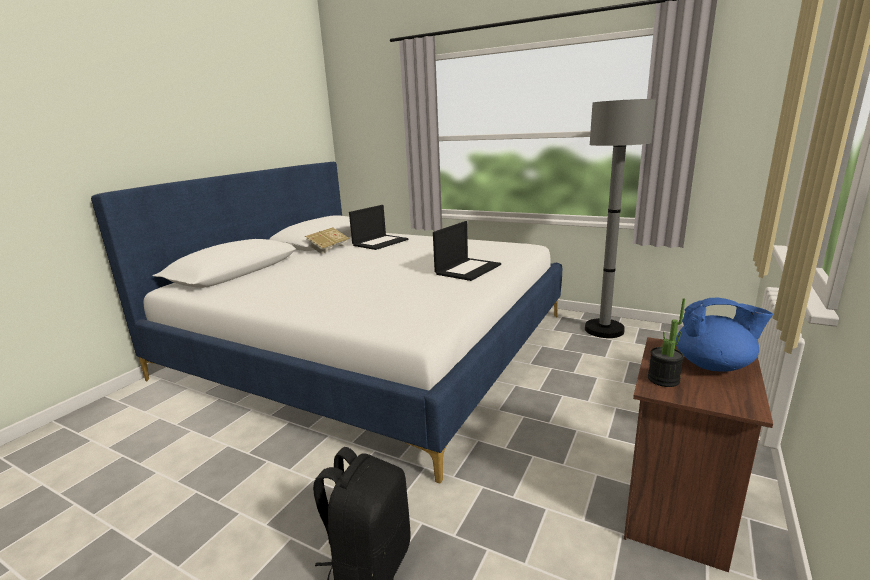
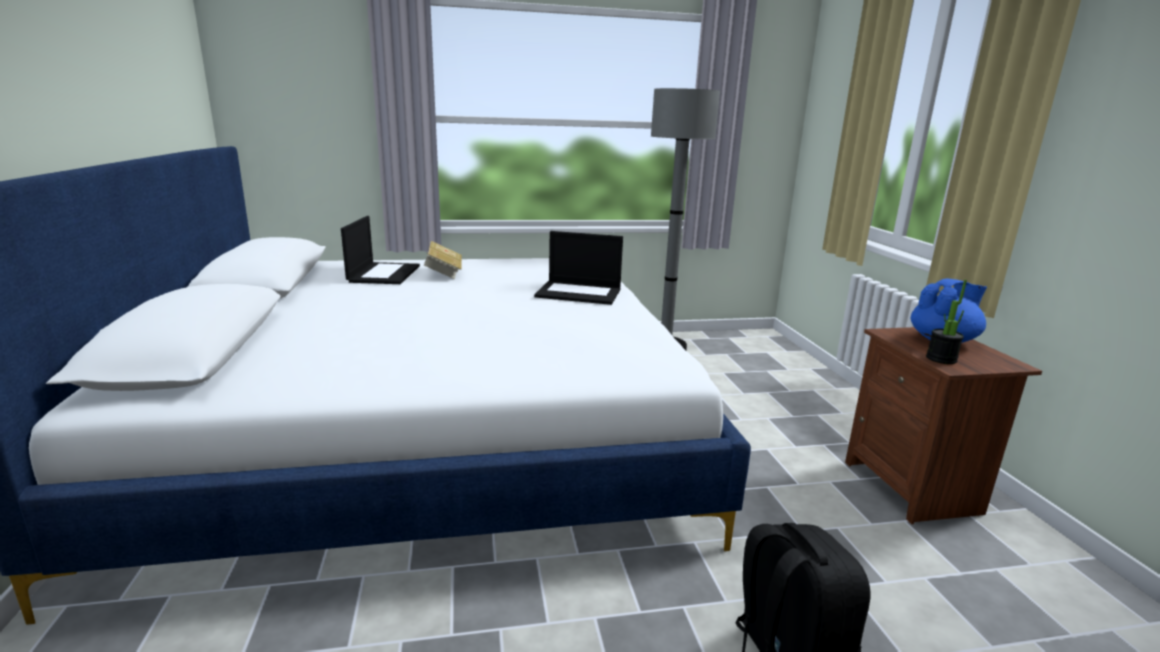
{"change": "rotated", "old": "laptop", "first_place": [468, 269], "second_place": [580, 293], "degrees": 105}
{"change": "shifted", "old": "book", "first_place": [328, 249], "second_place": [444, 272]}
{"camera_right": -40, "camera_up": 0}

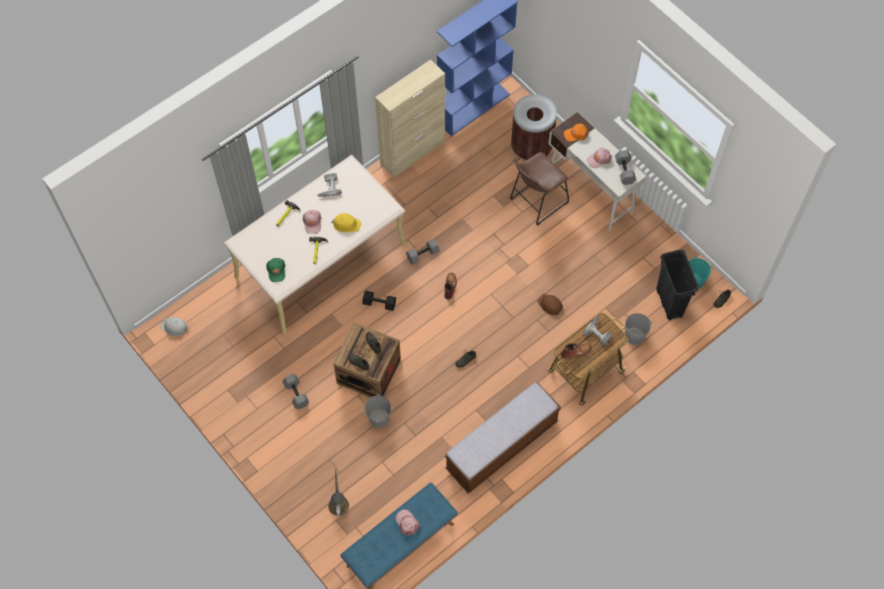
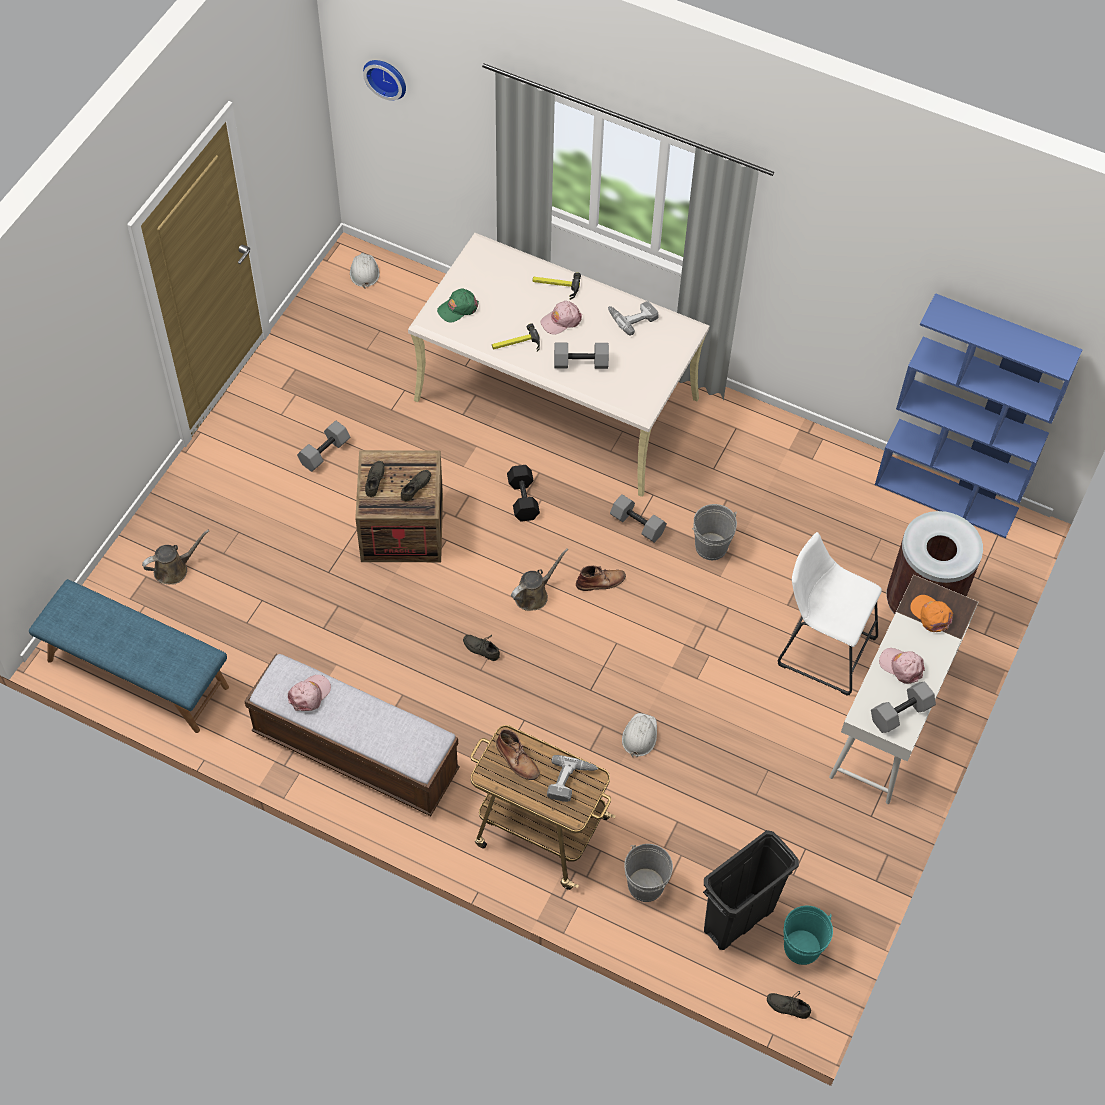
{"change": "gone", "old": "beige cabinet", "first_place": [413, 152]}
{"change": "repainted", "old": "brown stool", "new": "white stool", "first_place": [536, 202], "second_place": [821, 648]}
{"change": "swapped", "old": "yellow hard hat", "new": "grey dumbbell", "first_place": [346, 224], "second_place": [581, 362]}
{"change": "repainted", "old": "brown hard hat", "new": "white hard hat", "first_place": [550, 305], "second_place": [639, 736]}
{"change": "shifted", "old": "grey bucket", "first_place": [379, 418], "second_place": [711, 546]}
{"change": "shifted", "old": "pink cap", "first_place": [407, 523], "second_place": [309, 694]}
{"change": "new", "new": "wall clock", "second_place": [386, 77]}
{"change": "new", "new": "brown watering can", "second_place": [534, 594]}
{"camera_right": 65, "camera_up": -5}

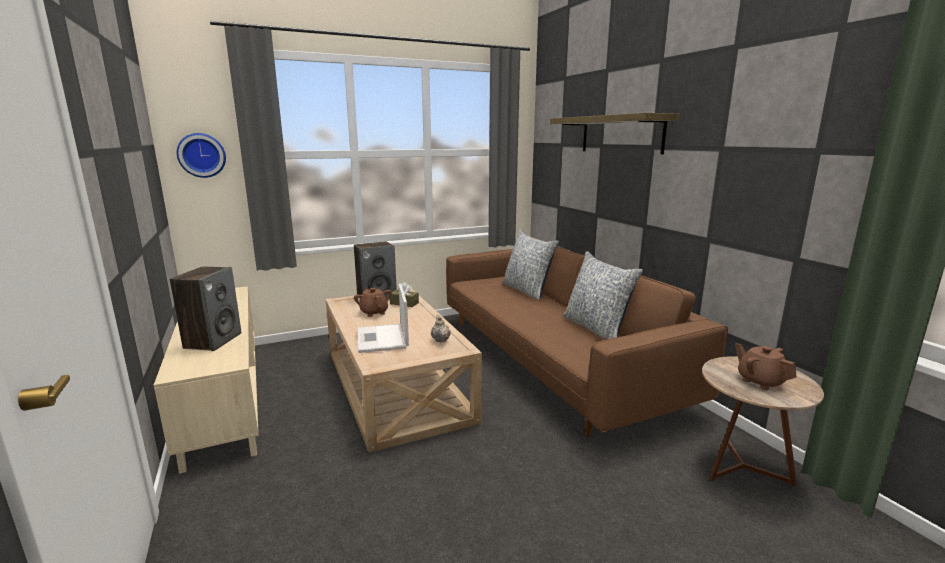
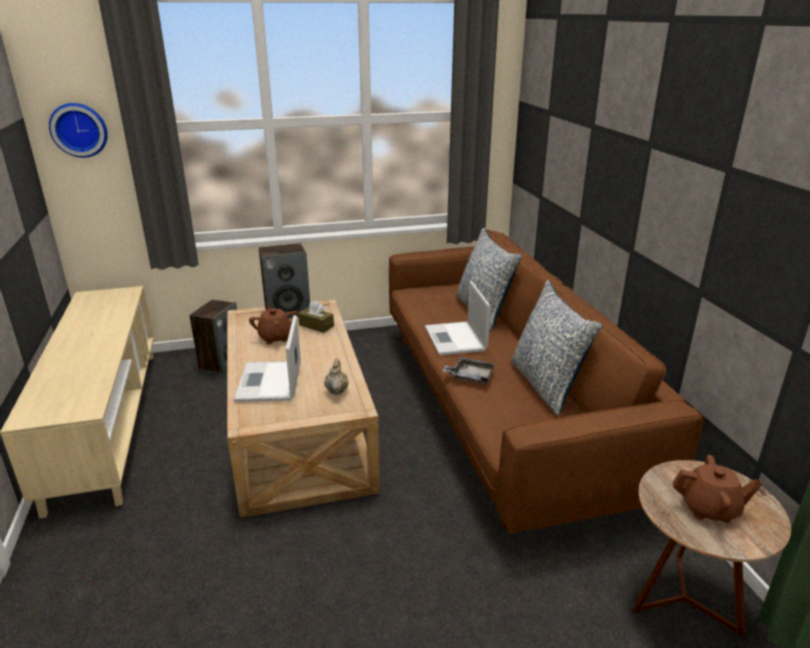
{"change": "gone", "old": "shelf", "first_place": [621, 134]}
{"change": "shifted", "old": "speaker", "first_place": [213, 341], "second_place": [221, 362]}
{"change": "rotated", "old": "brown teapot", "first_place": [760, 381], "second_place": [709, 509], "degrees": 120}
{"change": "new", "new": "laptop", "second_place": [456, 339]}
{"change": "new", "new": "grey tray", "second_place": [470, 376]}
{"camera_right": 10, "camera_up": 10}

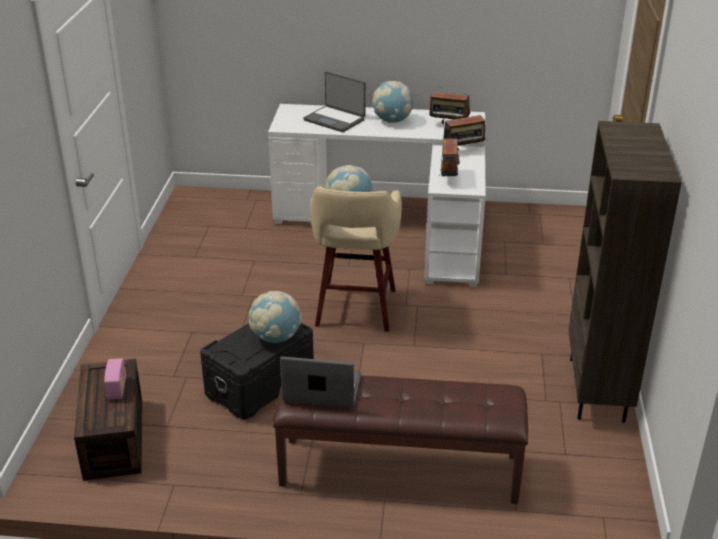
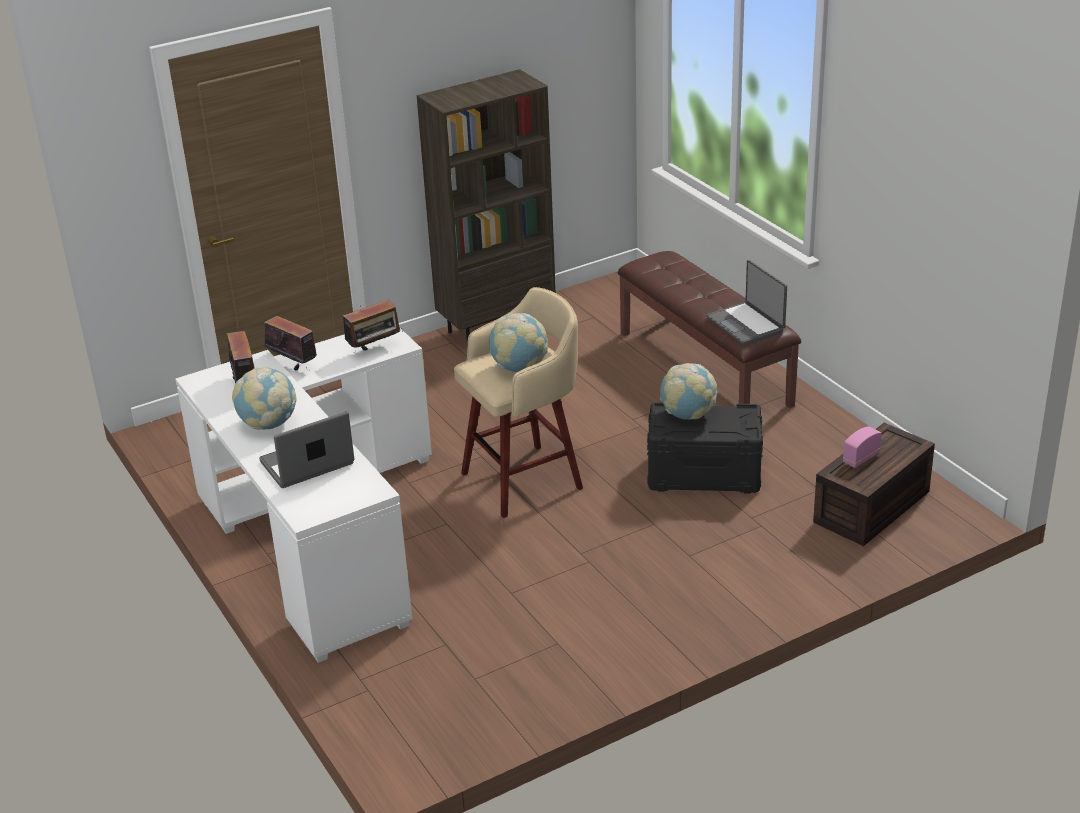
{"change": "rotated", "old": "laptop", "first_place": [335, 119], "second_place": [307, 464], "degrees": -120}
{"camera_right": -125, "camera_up": 0}

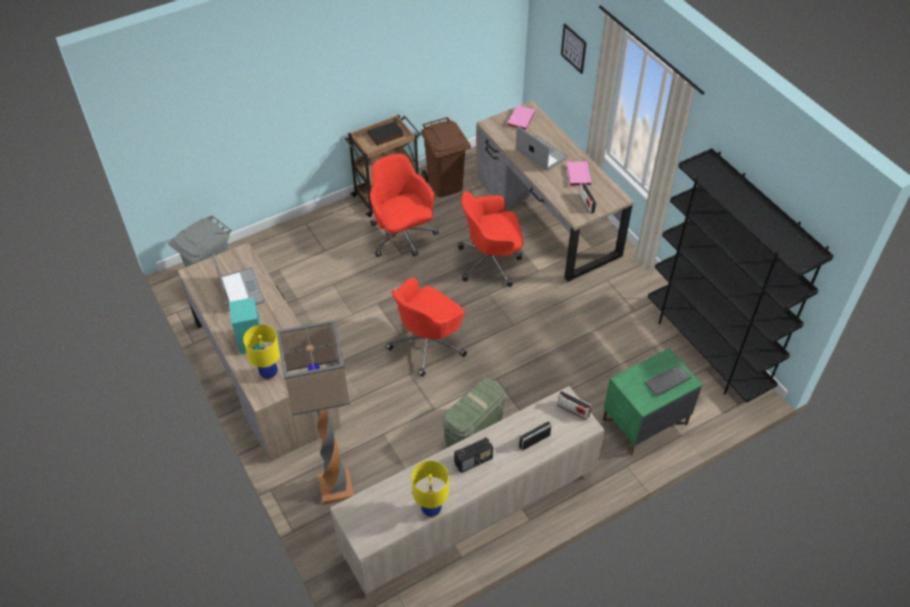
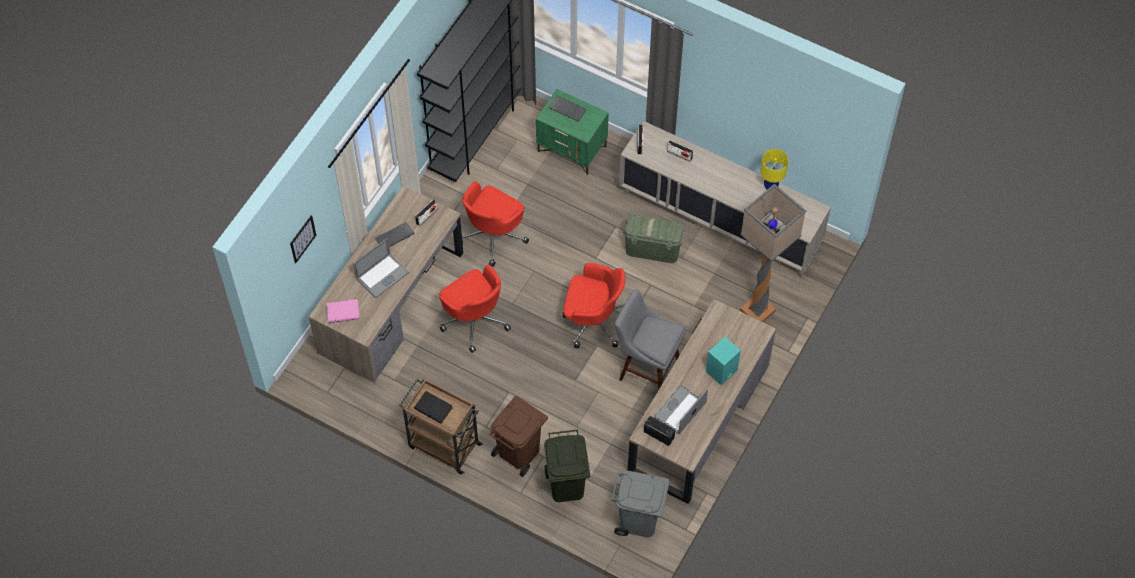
{"change": "shifted", "old": "brown trash can", "first_place": [444, 185], "second_place": [519, 453]}
{"change": "rotated", "old": "laptop", "first_place": [541, 154], "second_place": [382, 275], "degrees": -150}
{"change": "shifted", "old": "red office chair", "first_place": [402, 237], "second_place": [493, 235]}
{"change": "swapped", "old": "pink book", "new": "keyboard", "first_place": [577, 175], "second_place": [394, 237]}
{"change": "gone", "old": "yellow table lamp", "first_place": [269, 374]}
{"change": "shifted", "old": "radio", "first_place": [473, 461], "second_place": [658, 434]}
{"change": "new", "new": "grey stool", "second_place": [647, 369]}
{"change": "new", "new": "green trash can", "second_place": [565, 485]}
{"camera_right": -120, "camera_up": 10}

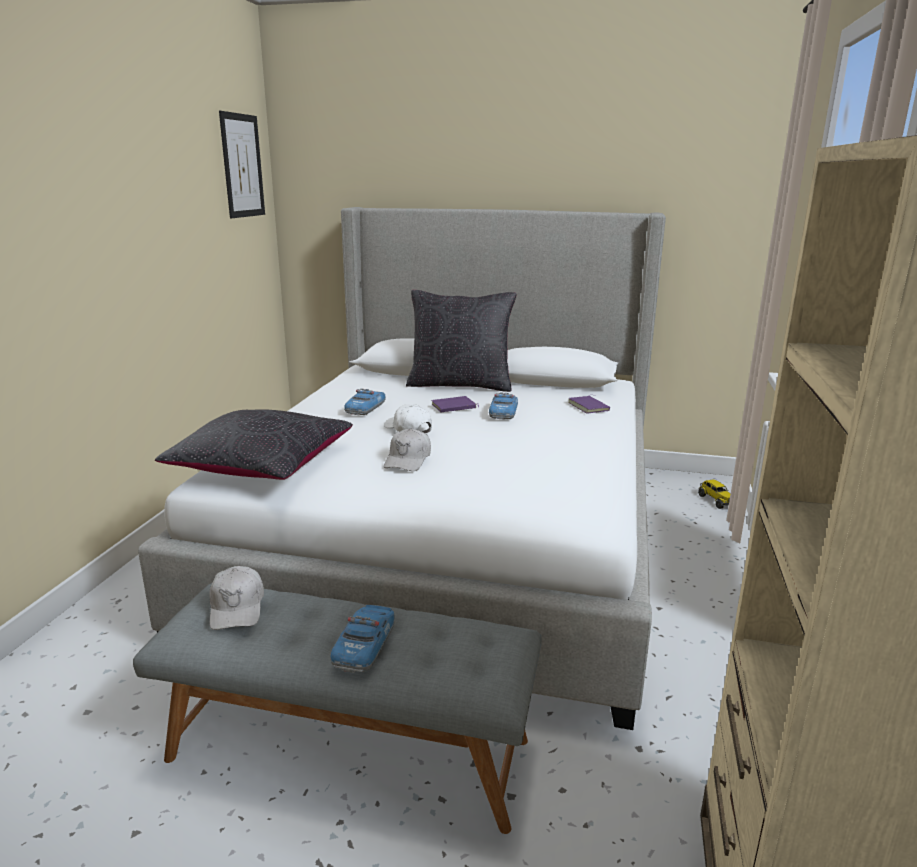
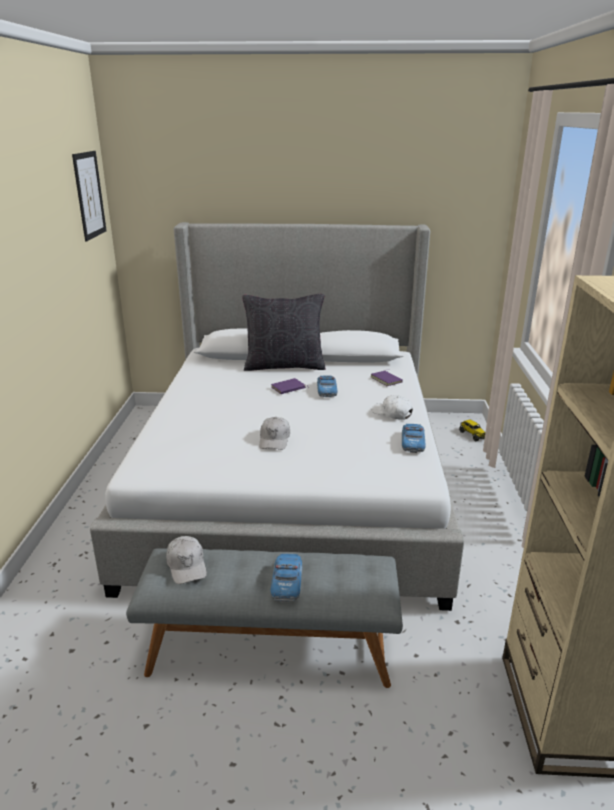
{"change": "shifted", "old": "toy car", "first_place": [366, 408], "second_place": [412, 442]}
{"change": "shifted", "old": "white cap", "first_place": [408, 429], "second_place": [392, 413]}
{"change": "gone", "old": "black pillow", "first_place": [263, 465]}
{"camera_right": -10, "camera_up": 5}

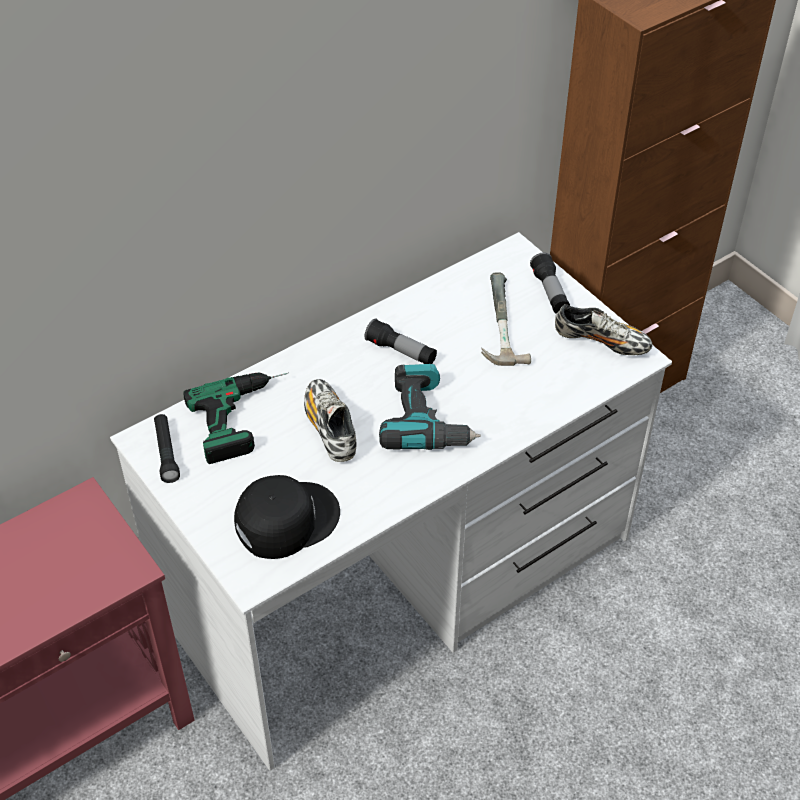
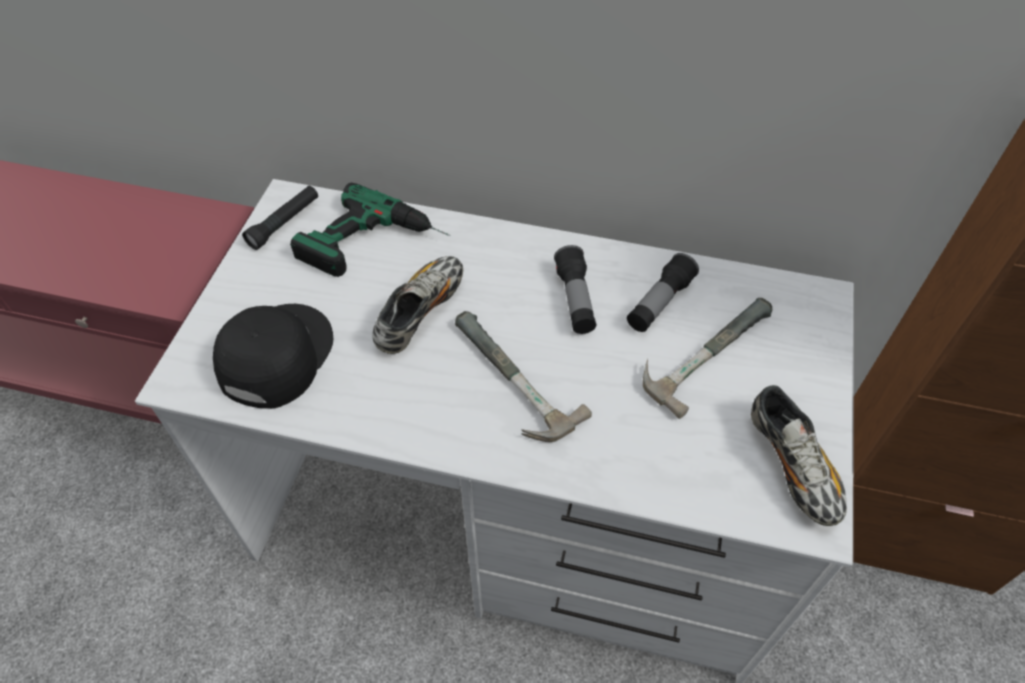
{"change": "shifted", "old": "flashlight", "first_place": [550, 292], "second_place": [659, 303]}
{"change": "swapped", "old": "power drill", "new": "hammer", "first_place": [426, 420], "second_place": [505, 381]}
{"change": "rotated", "old": "black cap", "first_place": [285, 519], "second_place": [274, 356], "degrees": -90}
{"camera_right": 50, "camera_up": 5}

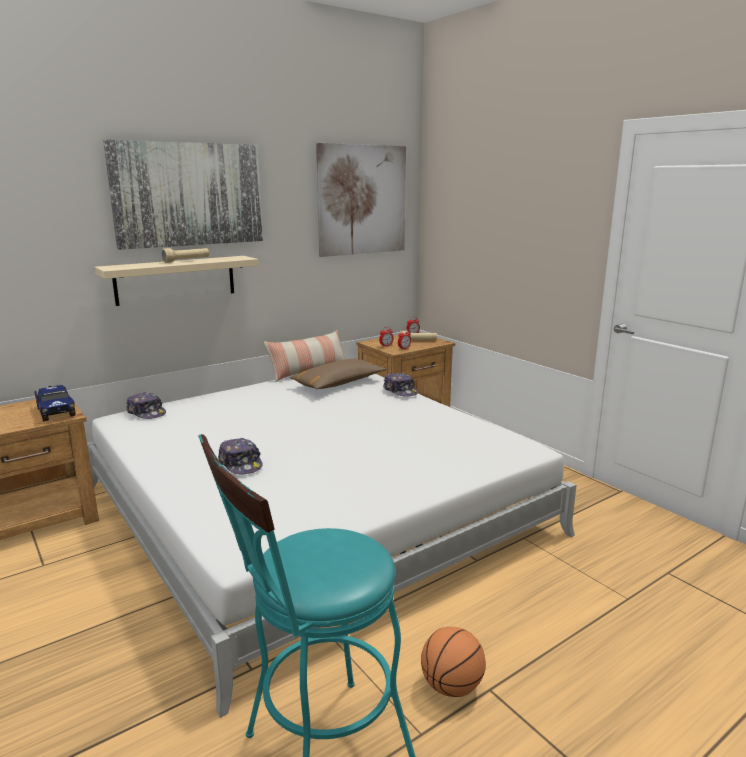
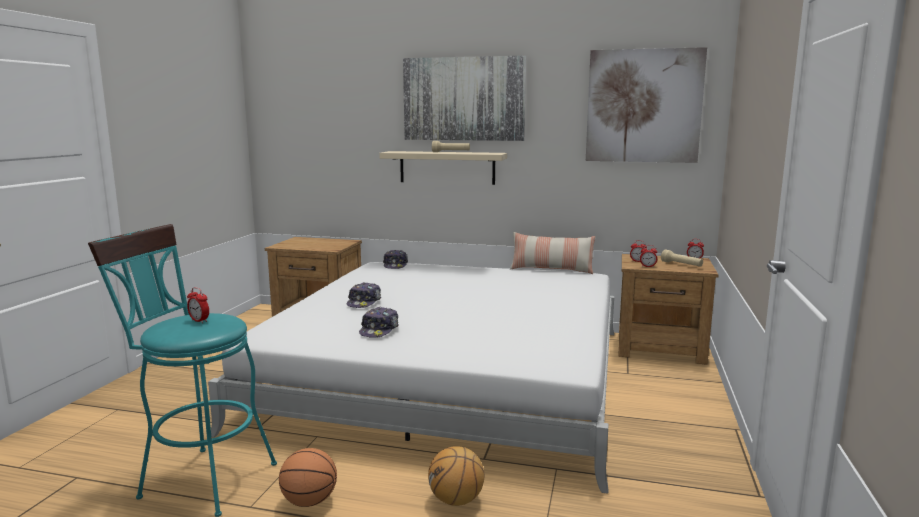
{"change": "gone", "old": "brown pillow", "first_place": [338, 383]}
{"change": "shifted", "old": "cap", "first_place": [400, 391], "second_place": [379, 330]}
{"change": "gone", "old": "toy truck", "first_place": [56, 411]}
{"change": "new", "new": "alarm clock", "second_place": [199, 321]}
{"change": "new", "new": "basketball", "second_place": [456, 500]}
{"camera_right": 50, "camera_up": -5}

